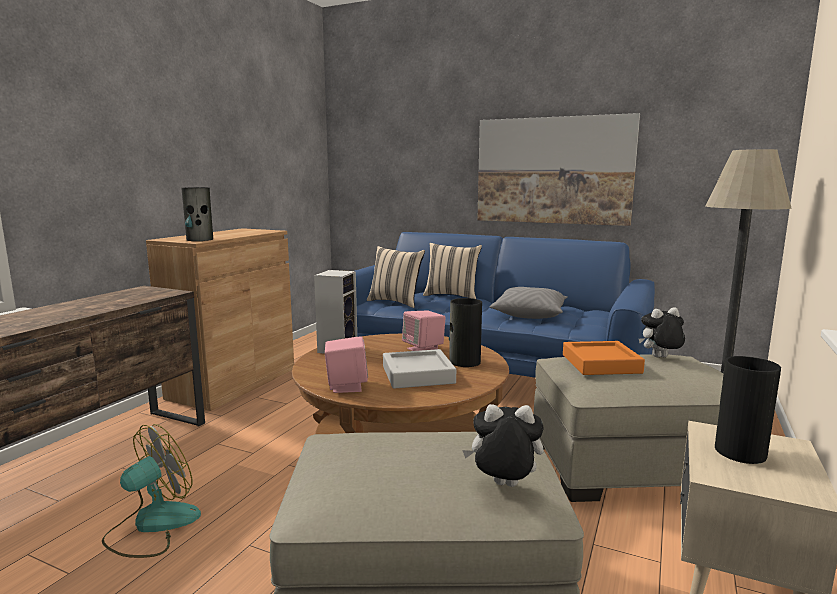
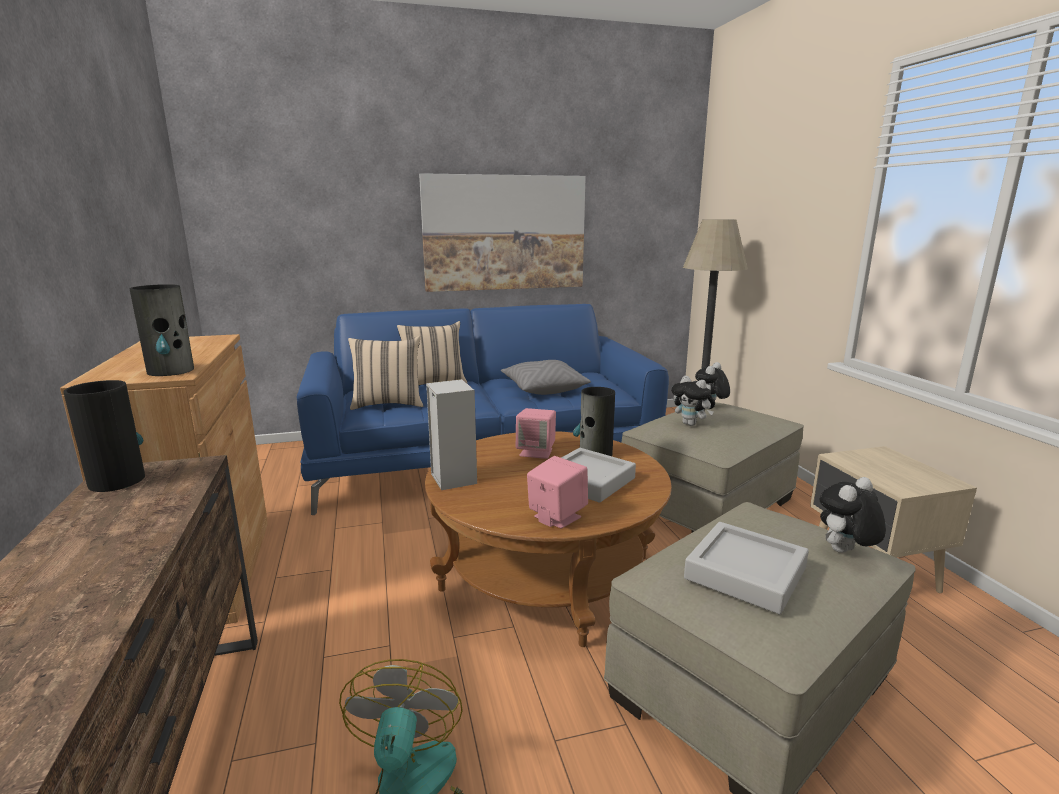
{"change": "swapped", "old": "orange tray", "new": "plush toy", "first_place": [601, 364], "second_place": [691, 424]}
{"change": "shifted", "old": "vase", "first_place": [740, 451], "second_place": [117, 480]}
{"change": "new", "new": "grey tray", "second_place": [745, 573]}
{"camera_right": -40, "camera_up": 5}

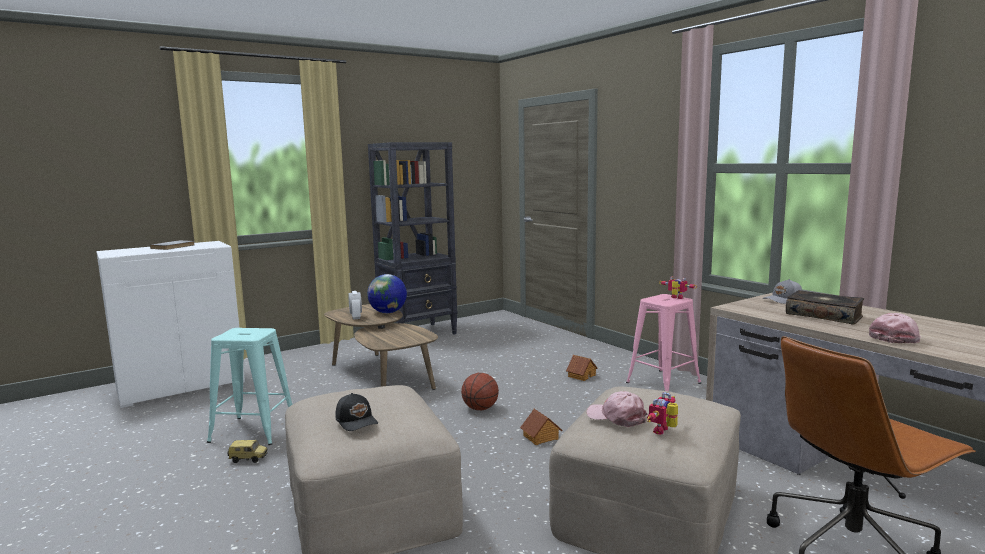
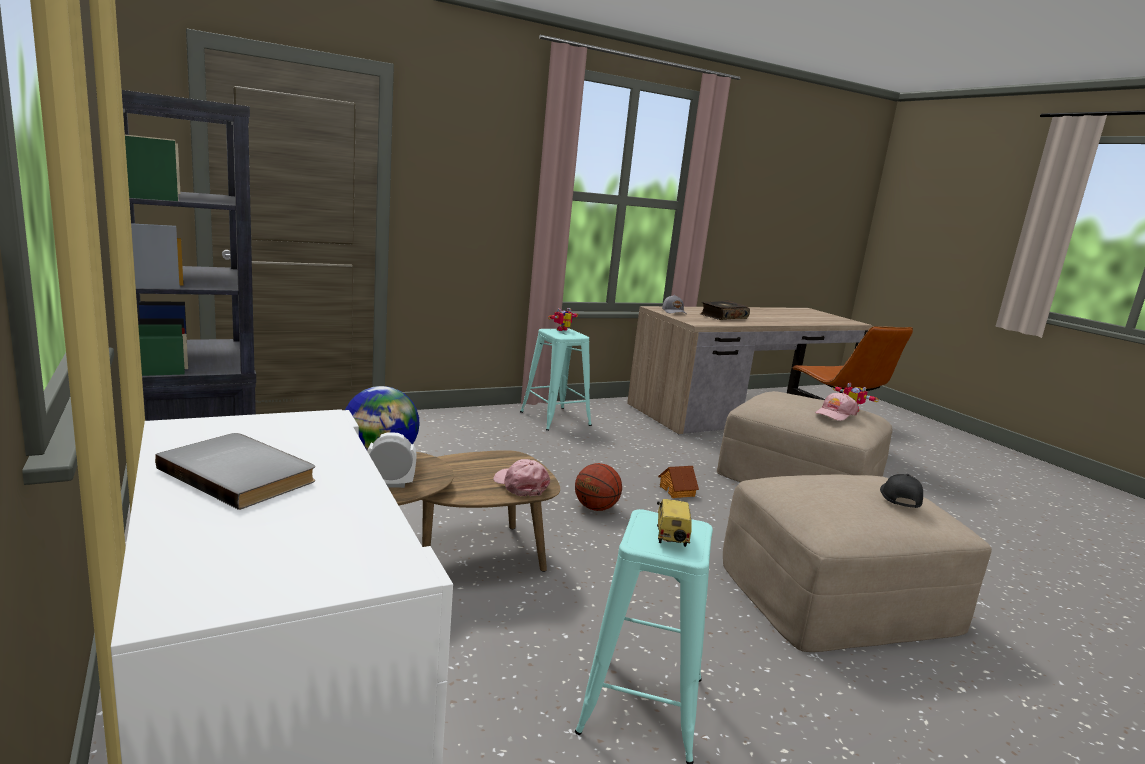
{"change": "repainted", "old": "pink stool", "new": "turquoise stool", "first_place": [663, 383], "second_place": [555, 419]}
{"change": "shifted", "old": "pink cap", "first_place": [895, 337], "second_place": [520, 485]}
{"change": "gone", "old": "toy house", "first_place": [581, 376]}
{"change": "rotated", "old": "black cap", "first_place": [357, 421], "second_place": [899, 497], "degrees": -45}
{"change": "shifted", "old": "toy car", "first_place": [249, 459], "second_place": [670, 535]}
{"camera_right": -85, "camera_up": 5}

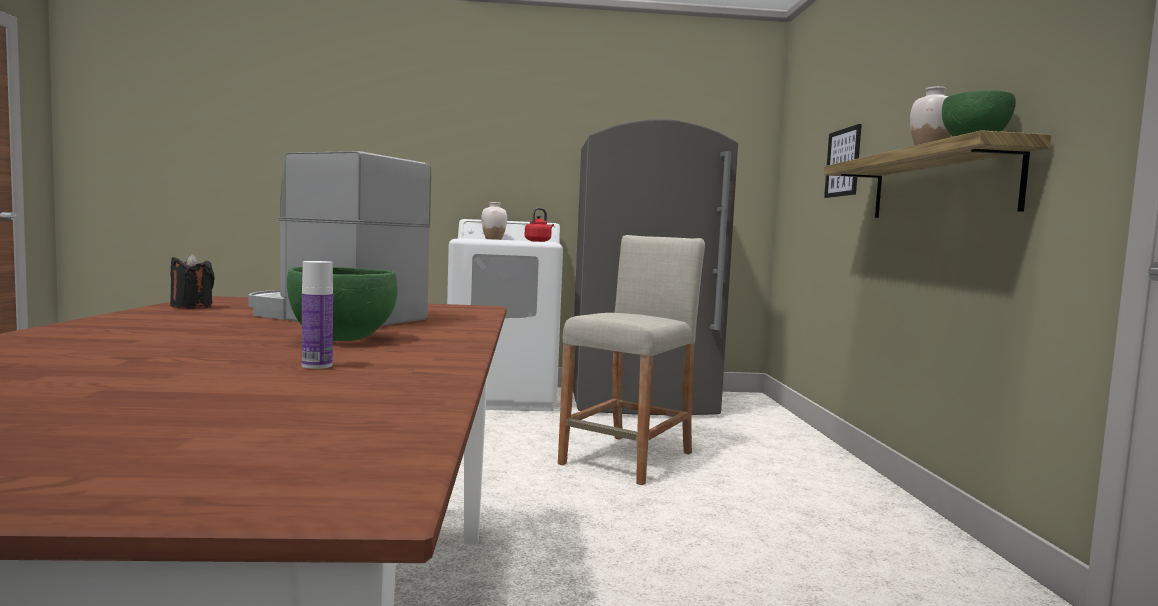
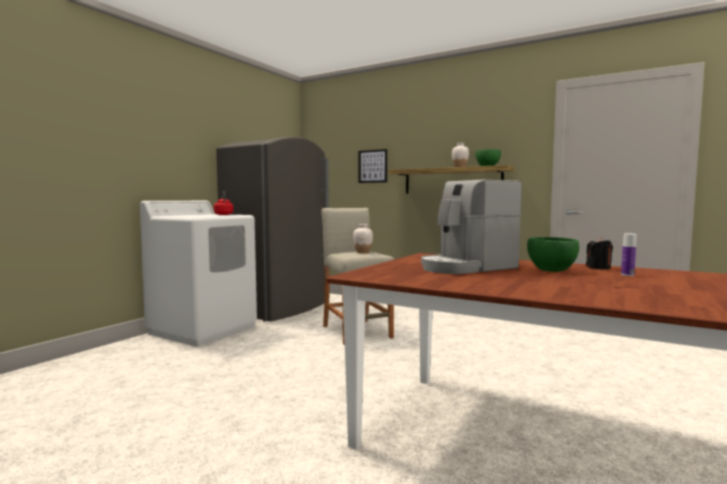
{"change": "shifted", "old": "white vase", "first_place": [493, 239], "second_place": [363, 252]}
{"change": "shifted", "old": "black candle", "first_place": [191, 307], "second_place": [598, 268]}
{"camera_right": -55, "camera_up": 0}

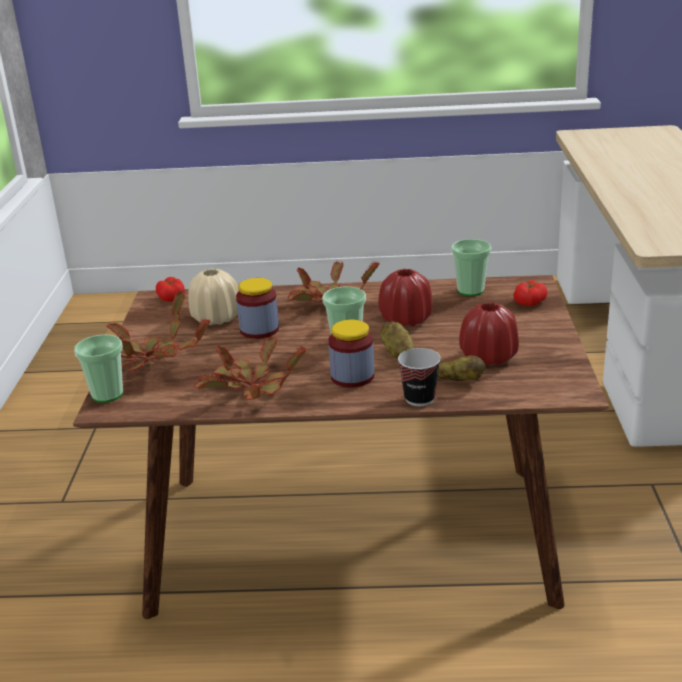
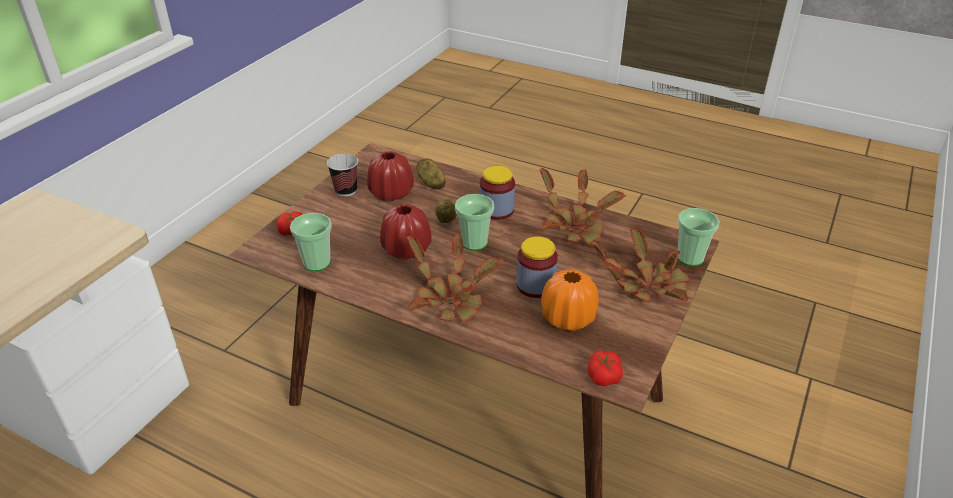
{"change": "repainted", "old": "beige vase", "new": "orange vase", "first_place": [216, 318], "second_place": [568, 318]}
{"change": "shifted", "old": "cup", "first_place": [419, 398], "second_place": [346, 190]}
{"camera_right": -155, "camera_up": 10}

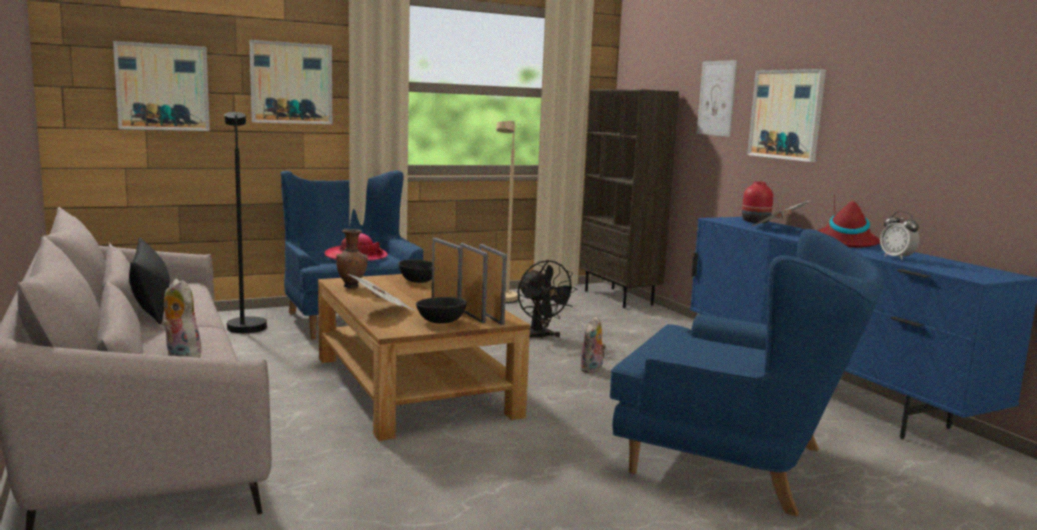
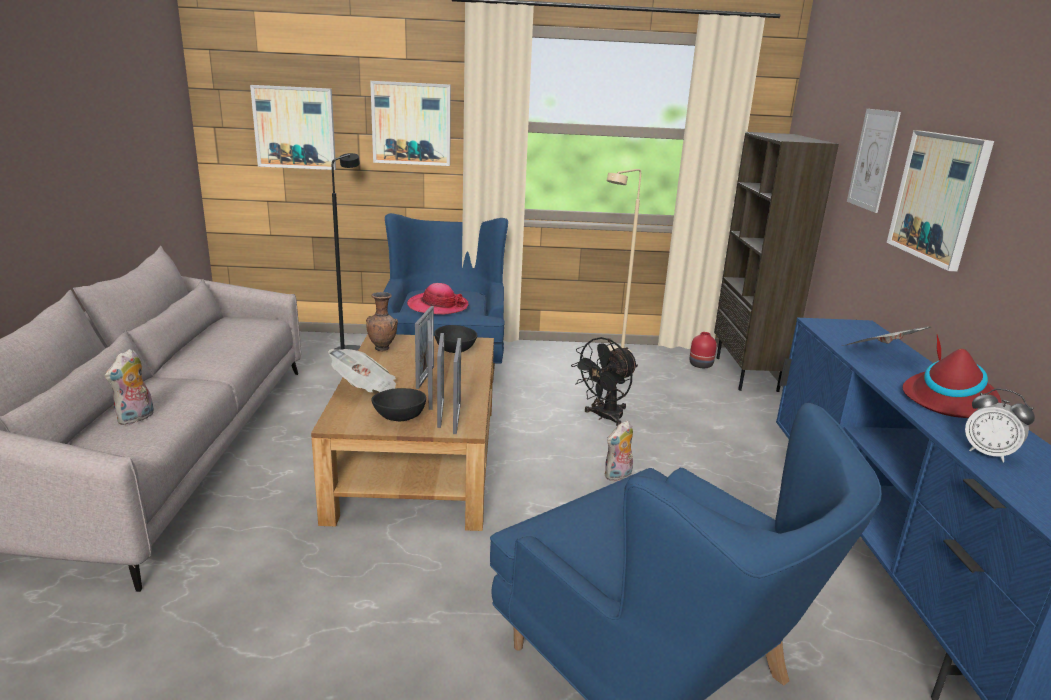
{"change": "shifted", "old": "red vase", "first_place": [756, 221], "second_place": [701, 365]}
{"change": "rotated", "old": "alarm clock", "first_place": [896, 258], "second_place": [988, 454], "degrees": -45}
{"change": "gone", "old": "black pillow", "first_place": [151, 307]}
{"change": "rotated", "old": "black fan", "first_place": [539, 337], "second_place": [604, 417], "degrees": 45}
{"change": "rotated", "old": "plush toy", "first_place": [180, 355], "second_place": [136, 418], "degrees": -135}
{"change": "new", "new": "picture frame", "second_place": [425, 377]}
{"camera_right": 25, "camera_up": 10}

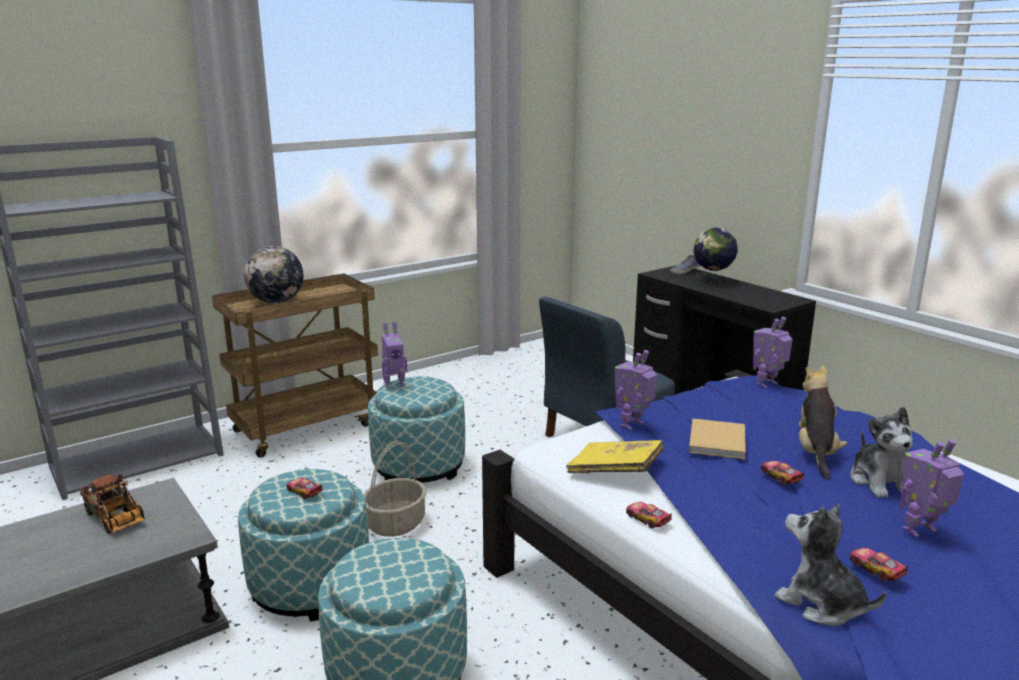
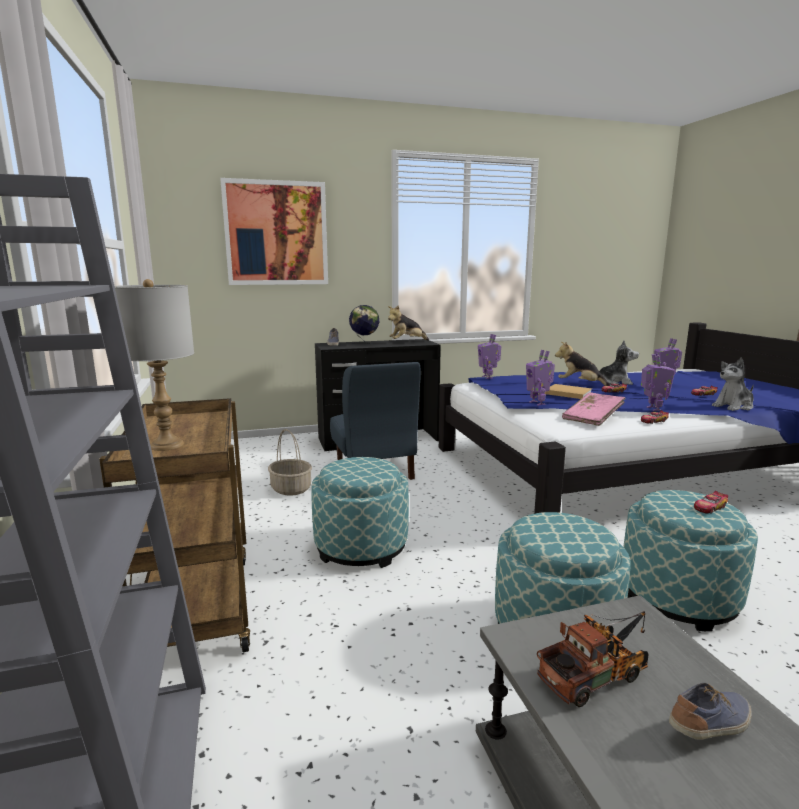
{"change": "swapped", "old": "globe", "new": "grey table lamp", "first_place": [277, 302], "second_place": [167, 445]}
{"change": "shifted", "old": "toy robot", "first_place": [394, 384], "second_place": [653, 409]}
{"change": "repainted", "old": "yellow book", "new": "pink book", "first_place": [615, 471], "second_place": [593, 418]}
{"change": "shifted", "old": "basket", "first_place": [396, 523], "second_place": [290, 489]}
{"change": "shifted", "old": "toy car", "first_place": [304, 492], "second_place": [709, 508]}
{"change": "new", "new": "picture", "second_place": [276, 233]}
{"change": "new", "new": "plush toy", "second_place": [407, 342]}
{"change": "new", "new": "shoe", "second_place": [711, 726]}
{"camera_right": -70, "camera_up": -5}

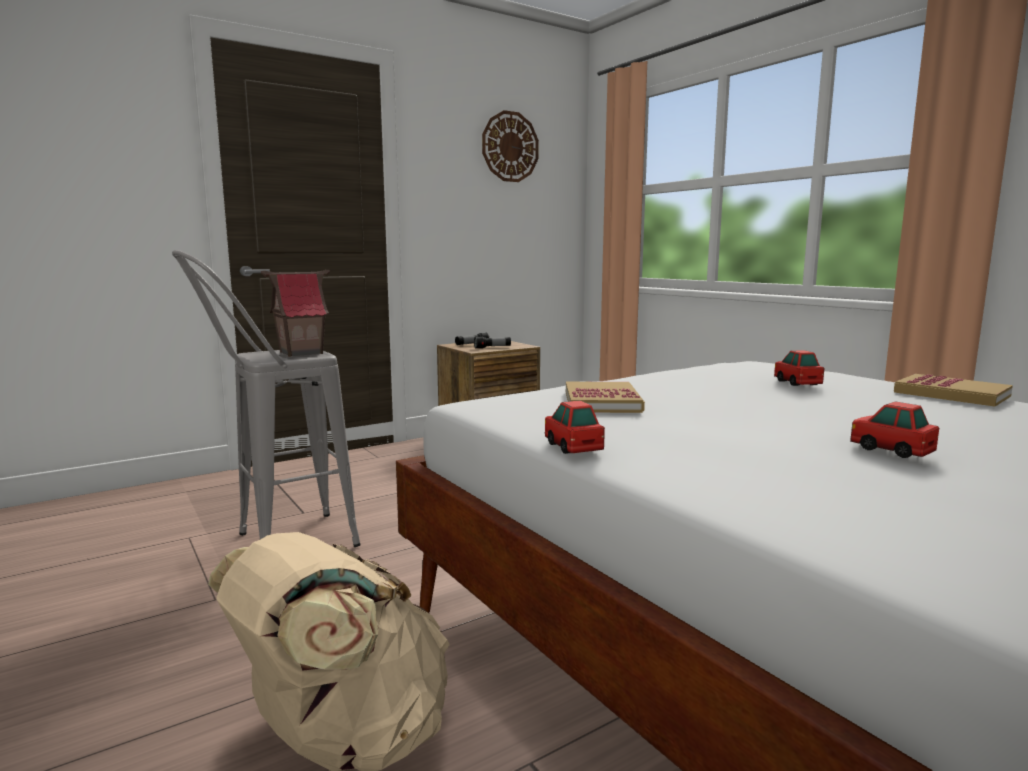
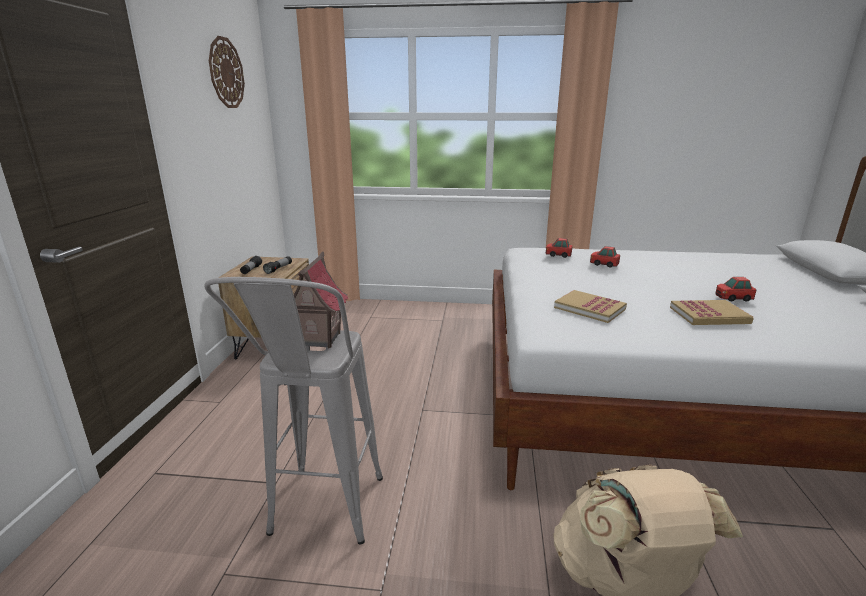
{"change": "shifted", "old": "book", "first_place": [951, 394], "second_place": [709, 315]}
{"change": "shifted", "old": "toy car", "first_place": [572, 446], "second_place": [558, 255]}
{"camera_right": -50, "camera_up": 10}

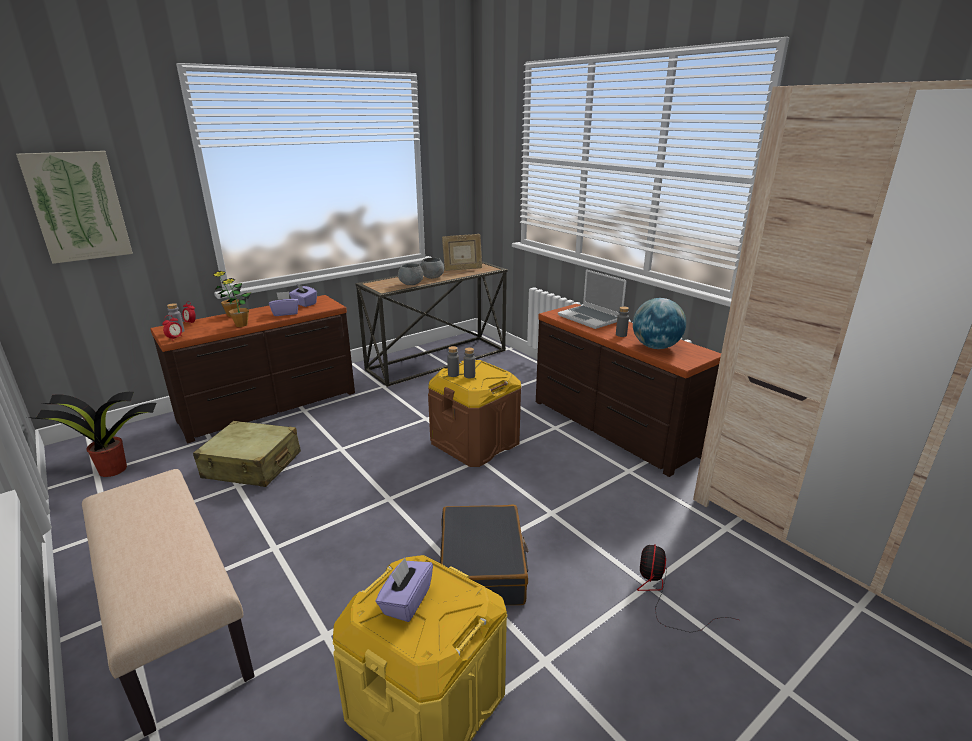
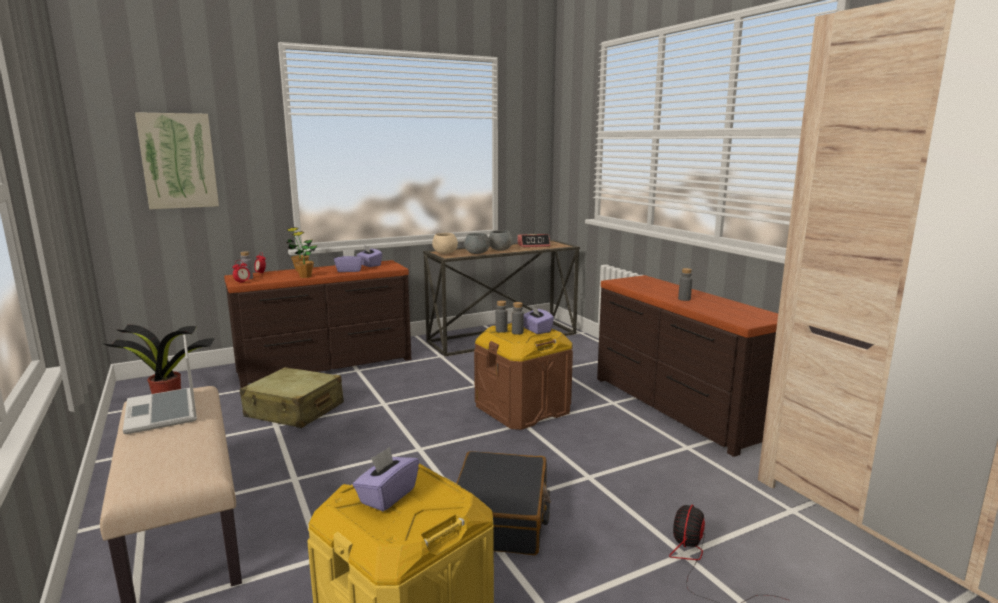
{"change": "swapped", "old": "picture frame", "new": "alarm clock", "first_place": [462, 269], "second_place": [533, 245]}
{"change": "shifted", "old": "laptop", "first_place": [591, 318], "second_place": [163, 412]}
{"change": "gone", "old": "globe", "first_place": [655, 347]}
{"change": "new", "new": "beige bowl", "second_place": [445, 253]}
{"change": "new", "new": "purple tissue box", "second_place": [536, 330]}
{"camera_right": 10, "camera_up": -10}

